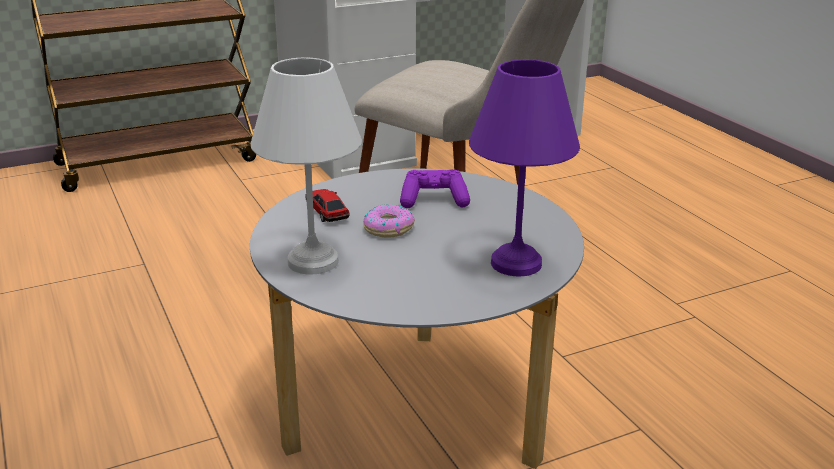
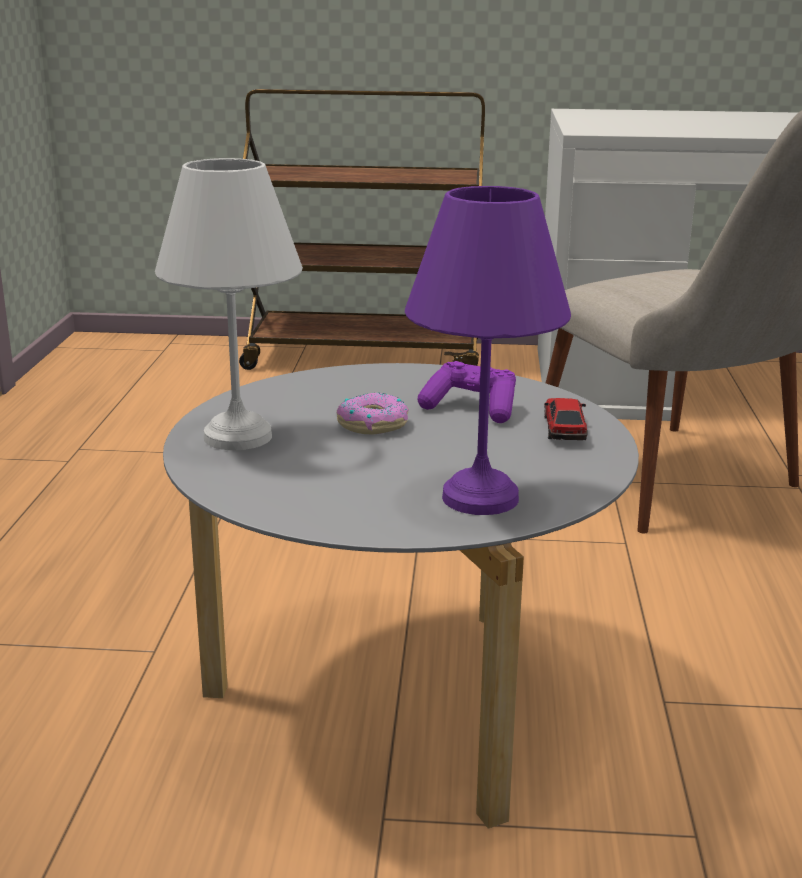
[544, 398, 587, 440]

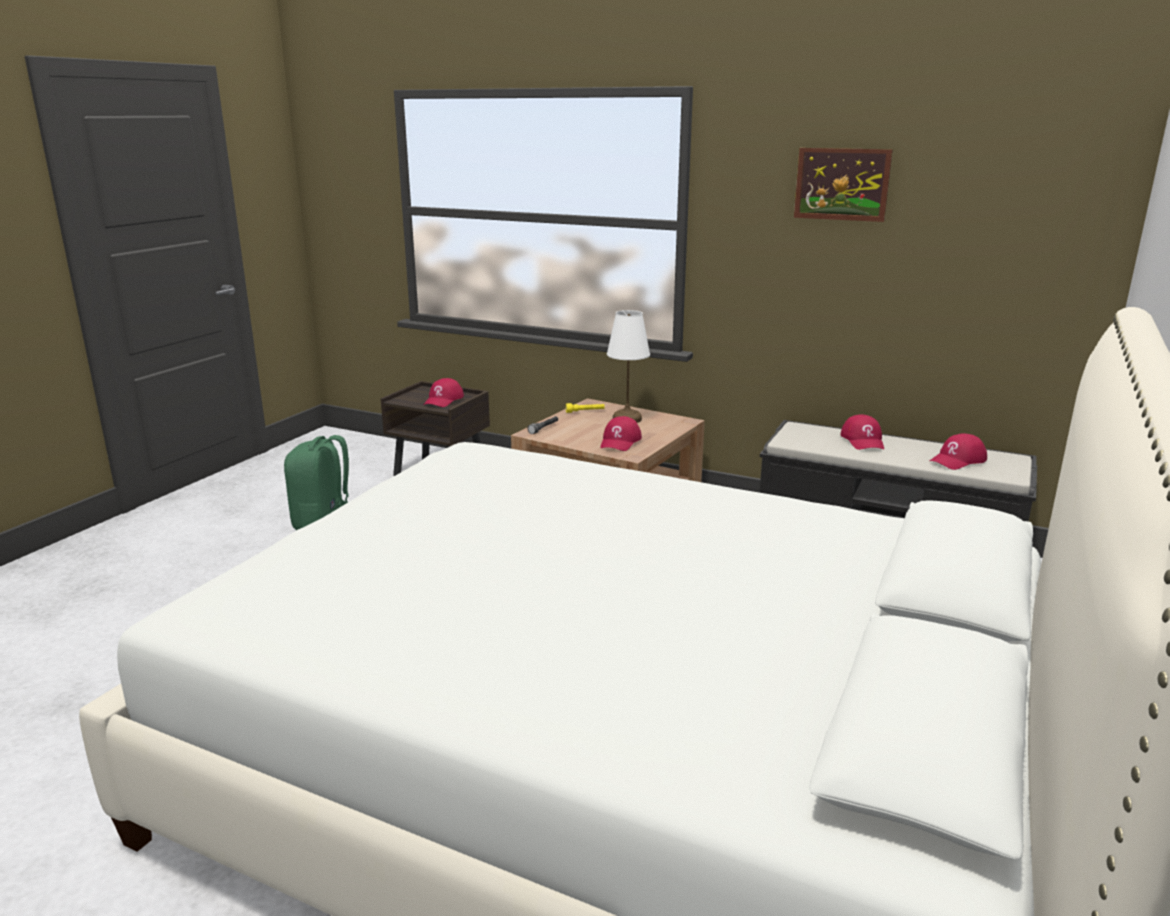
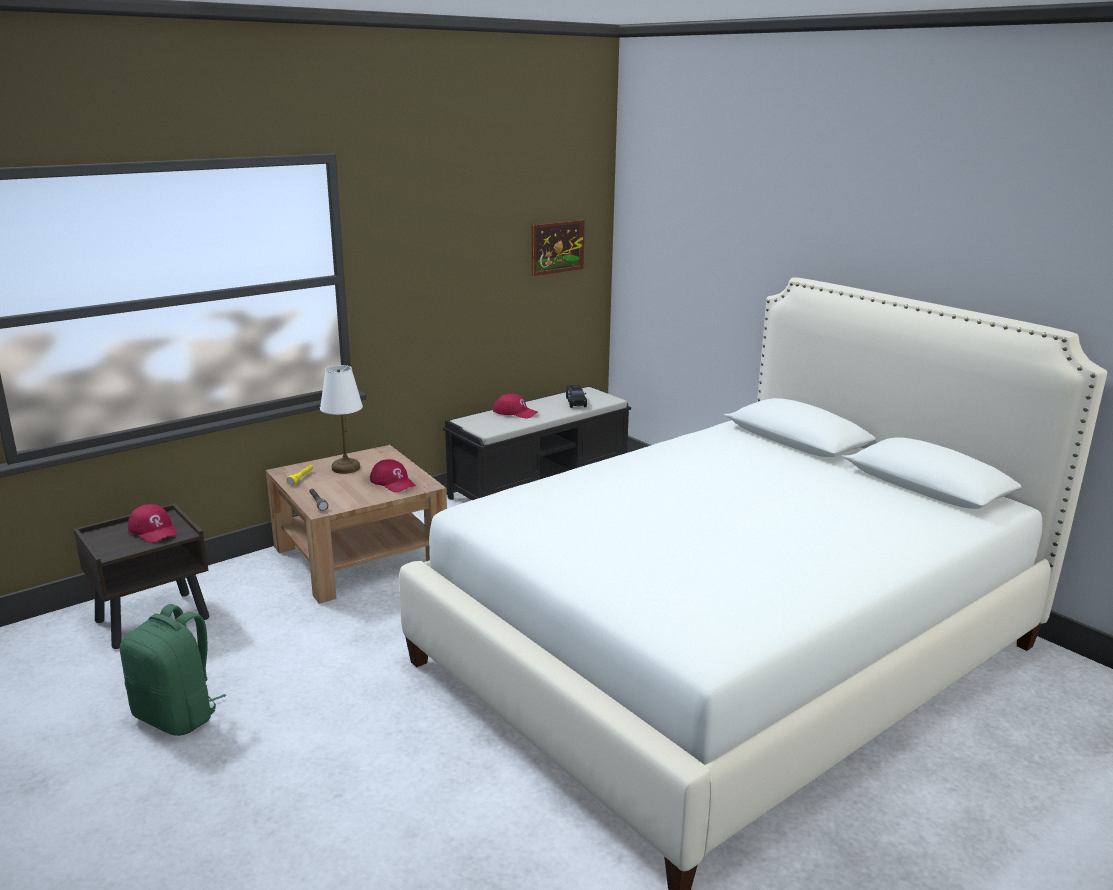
[532, 220, 585, 276]
[566, 385, 587, 408]

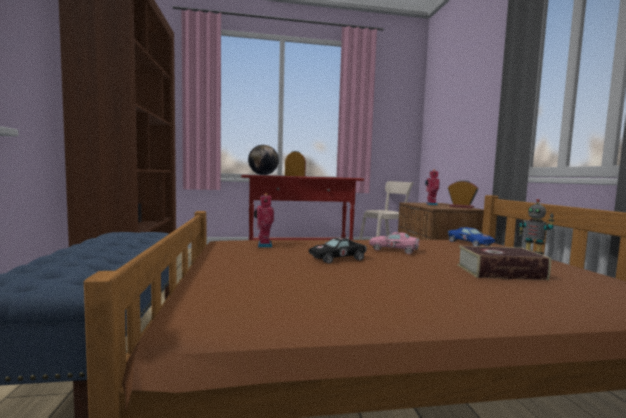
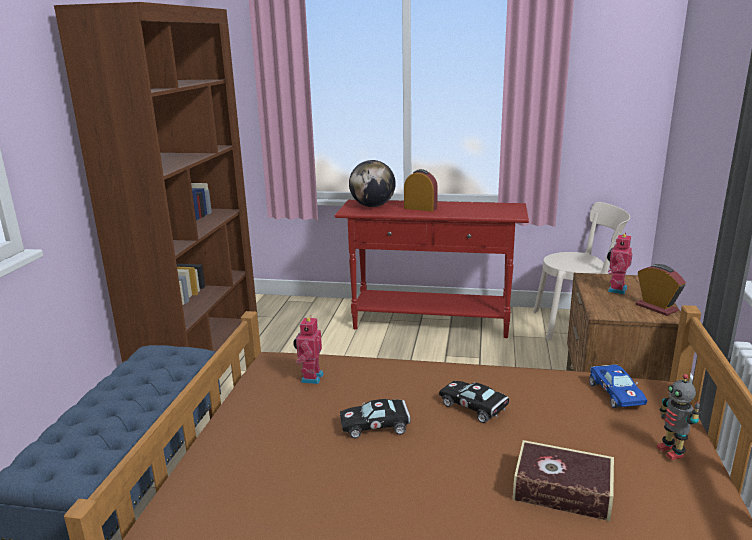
[439, 381, 509, 423]

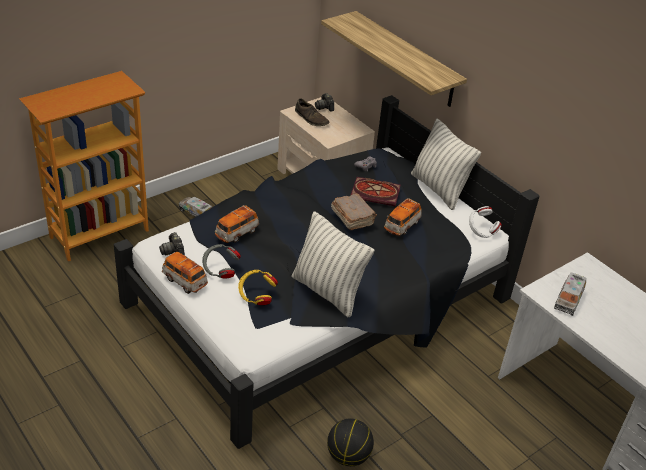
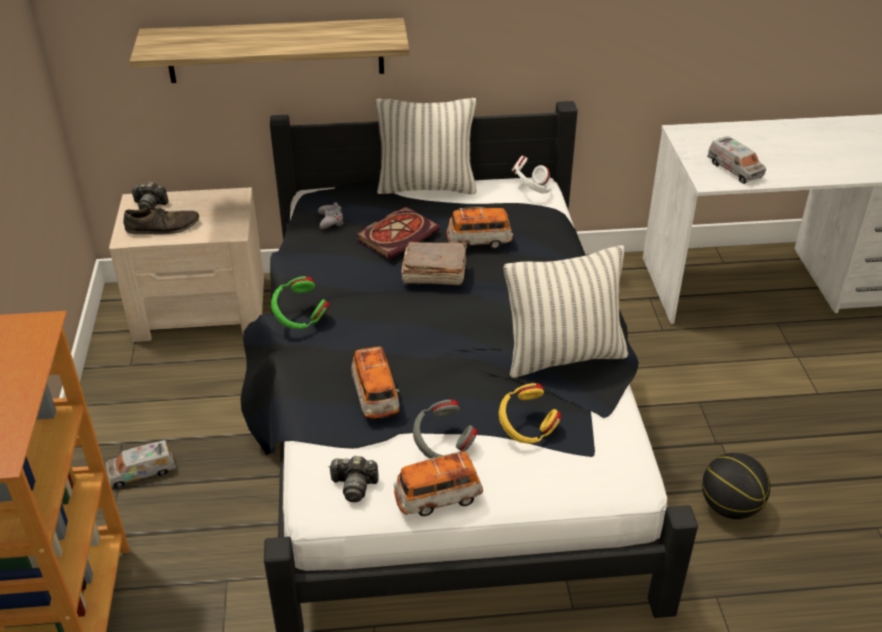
[446, 207, 513, 251]
[271, 276, 329, 329]

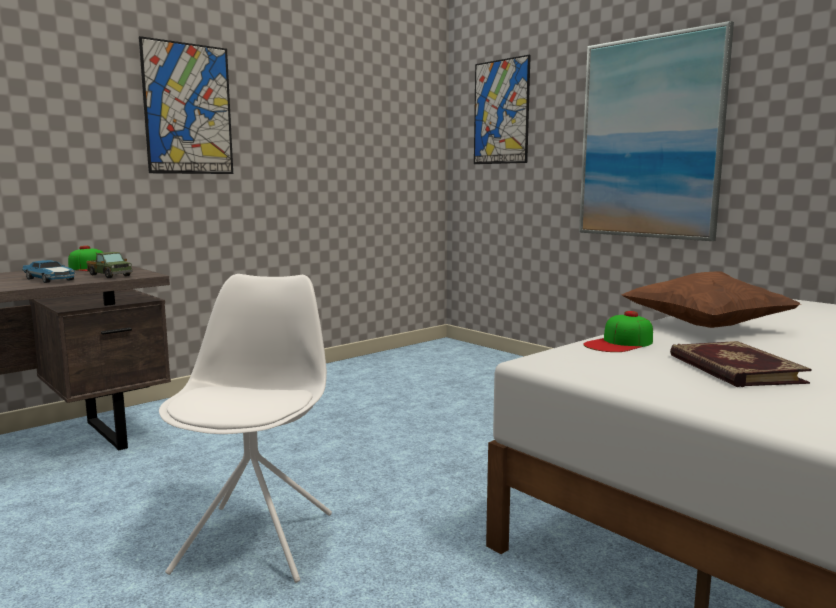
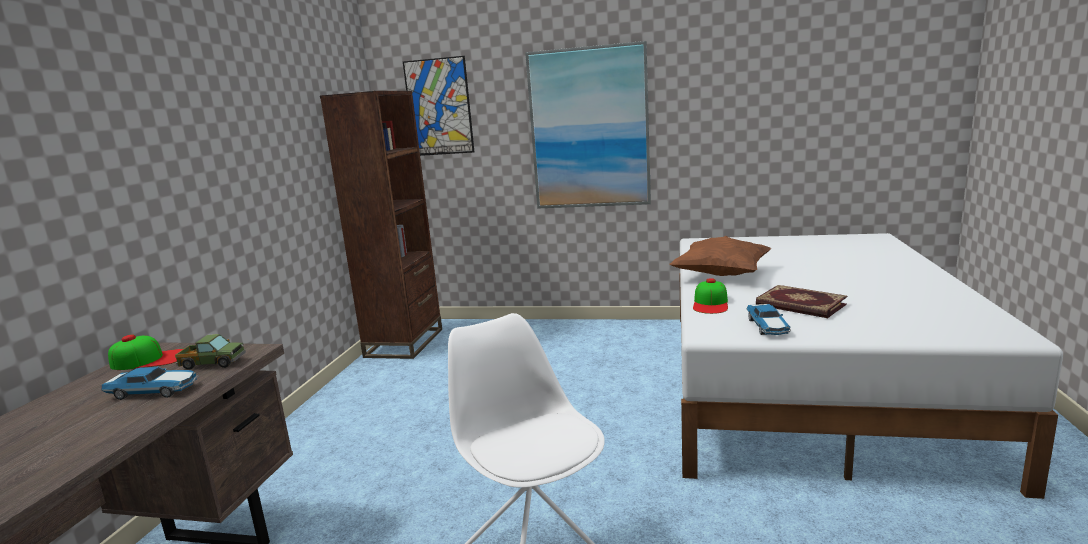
[139, 36, 233, 174] (first image)
[320, 91, 442, 359]
[747, 304, 791, 335]

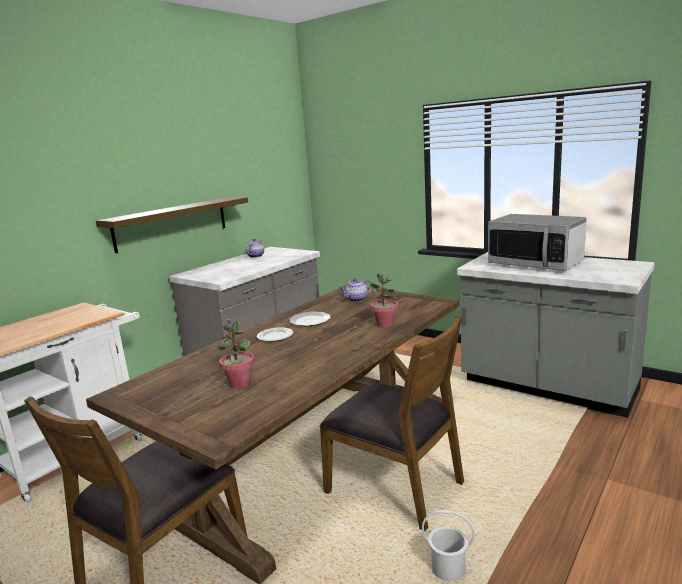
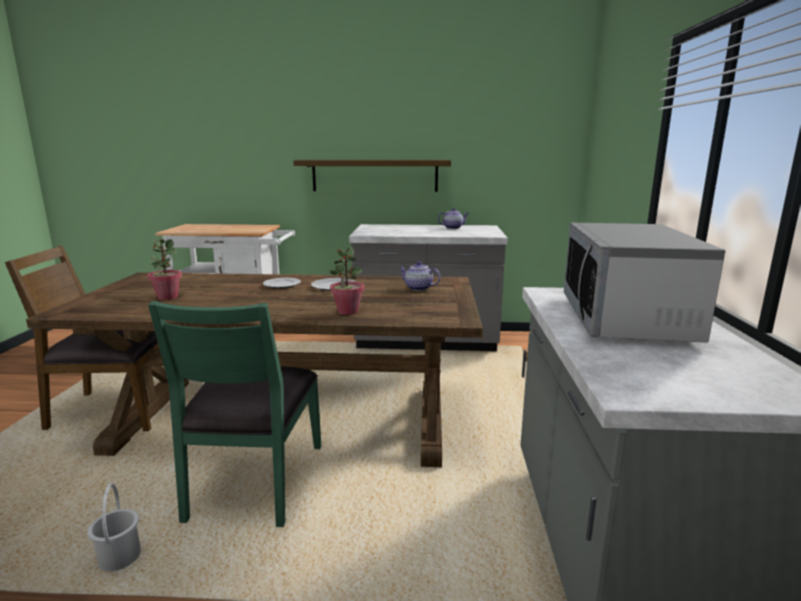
[148, 301, 321, 527]

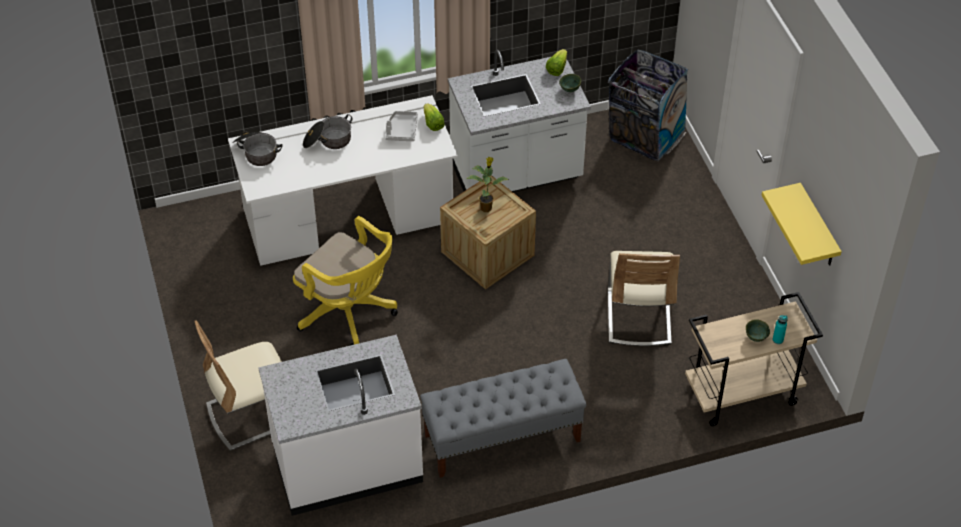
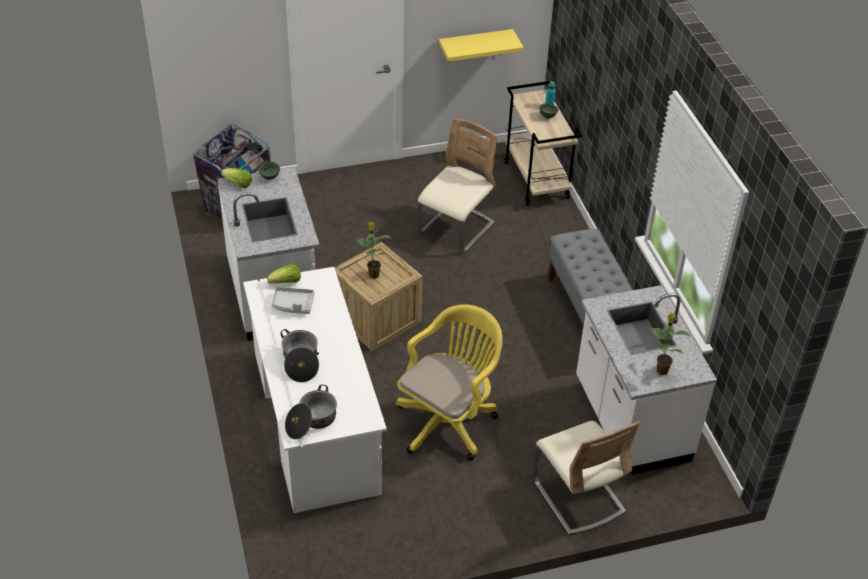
[418, 118, 497, 252]
[651, 313, 691, 375]

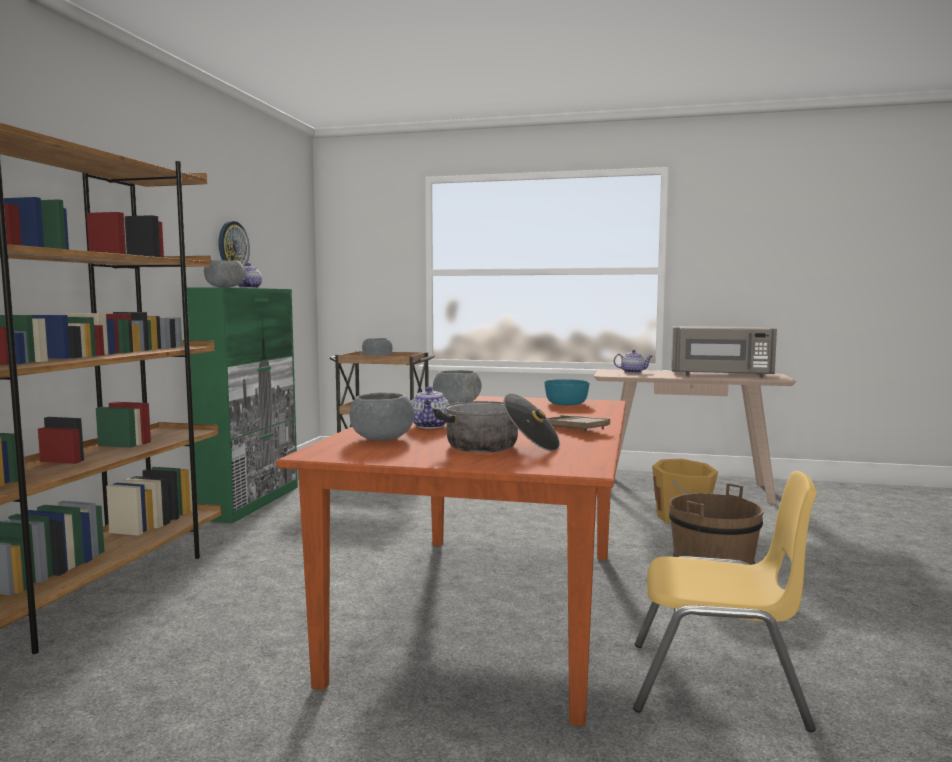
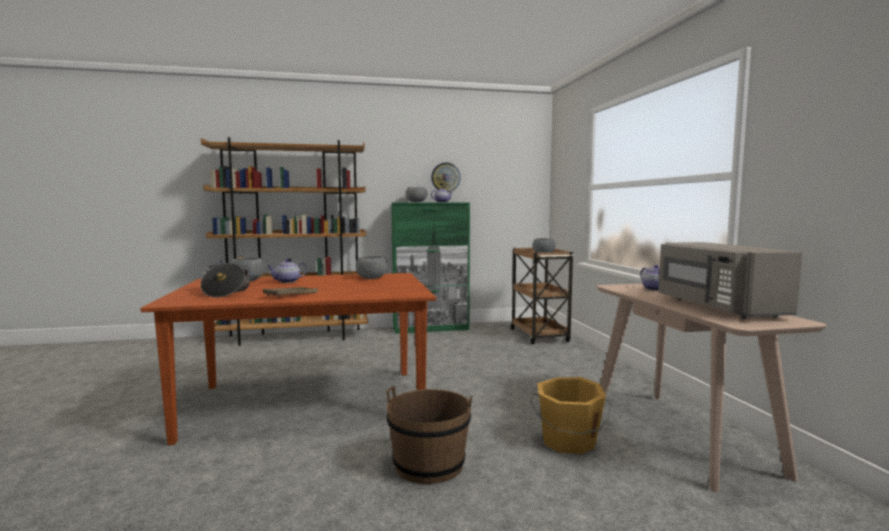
[545, 379, 589, 405] (first image)
[633, 471, 817, 732] (first image)

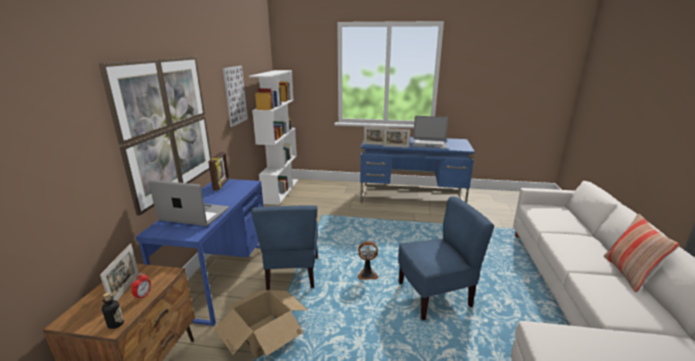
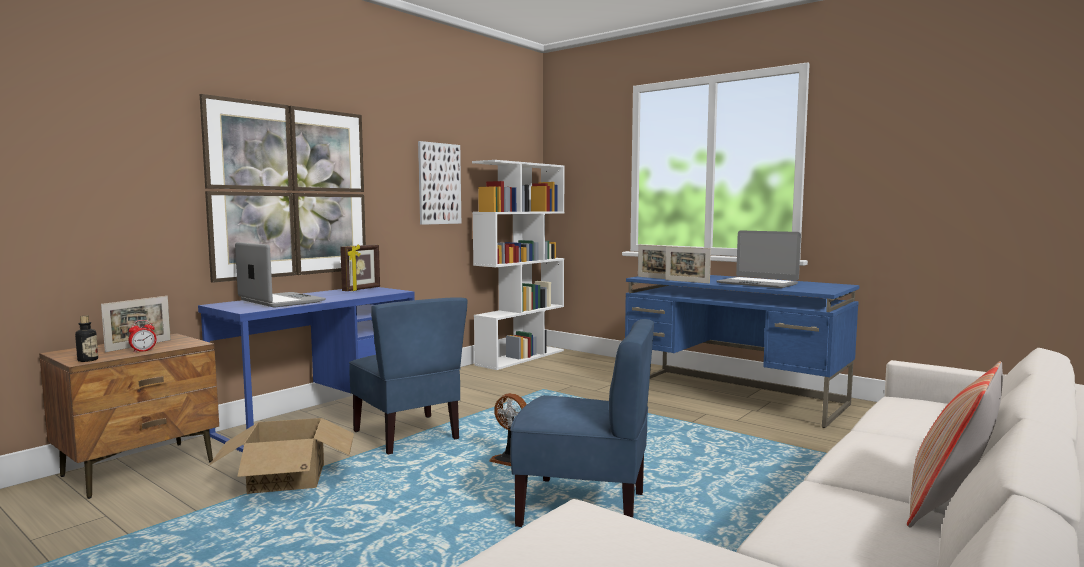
[349, 297, 468, 454]

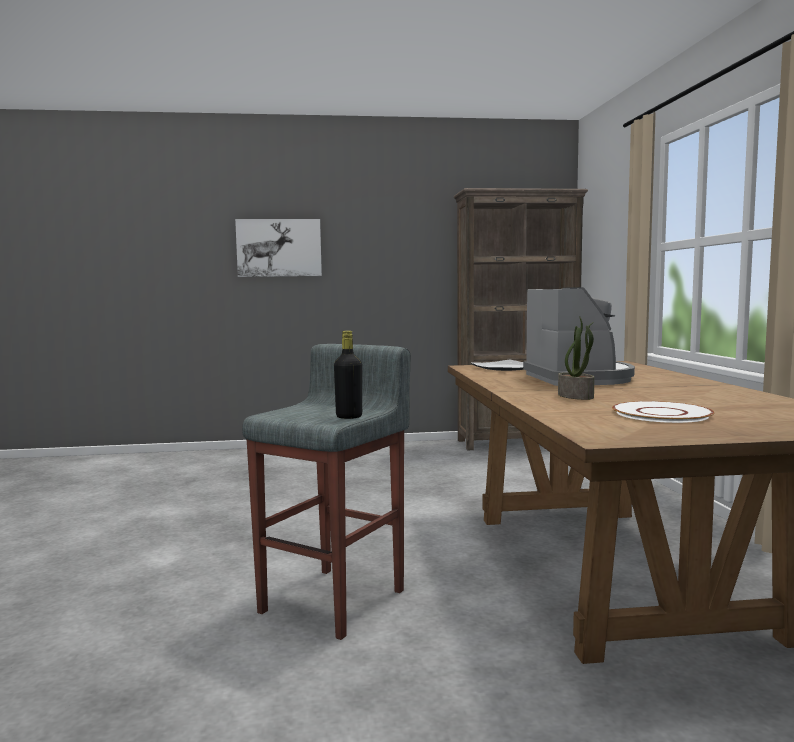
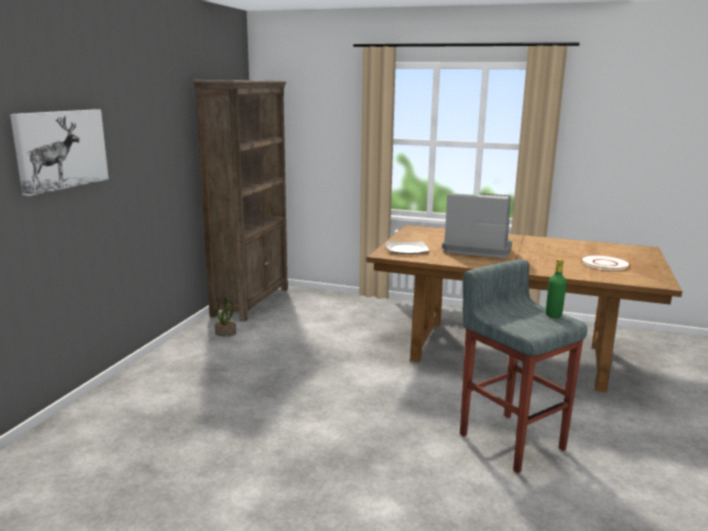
[215, 297, 236, 336]
[546, 259, 567, 318]

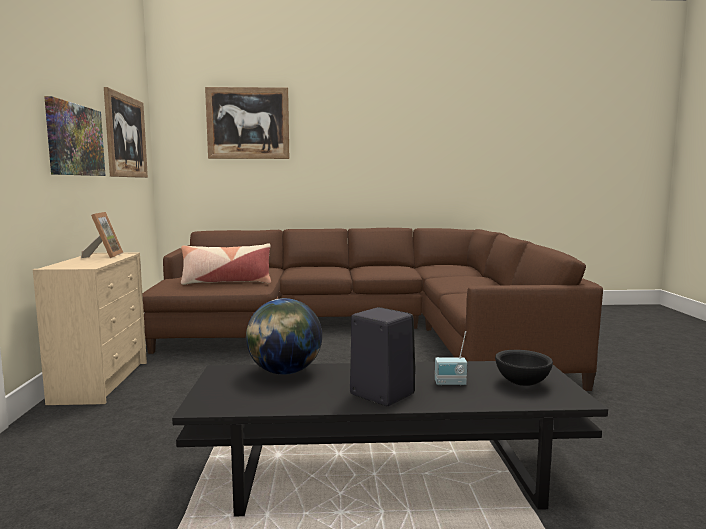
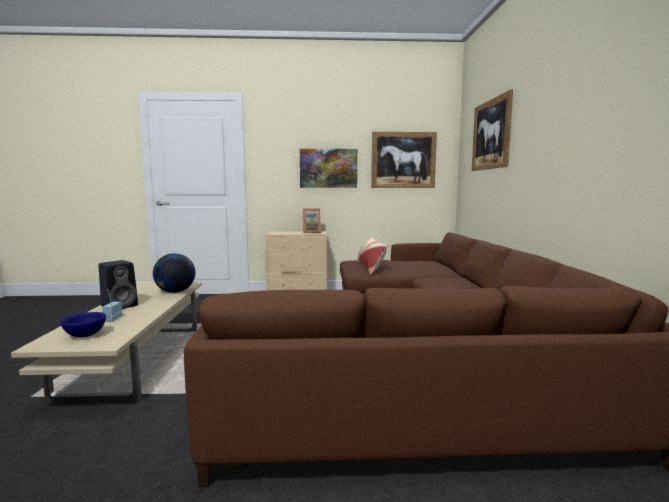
[60, 312, 106, 337]
[11, 282, 202, 402]

